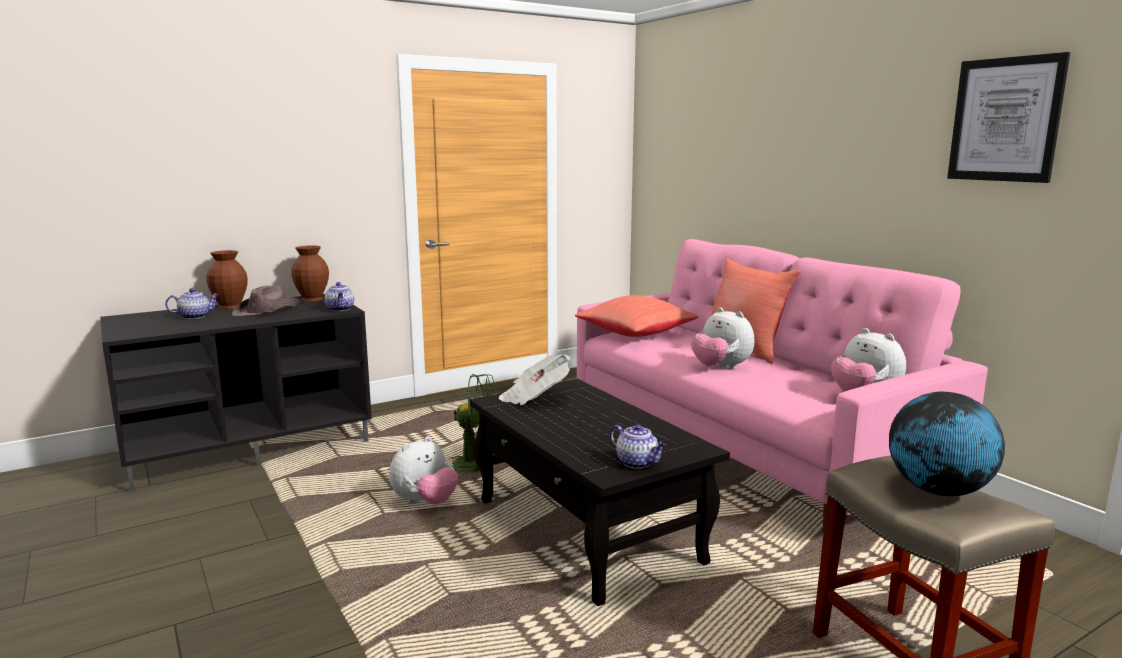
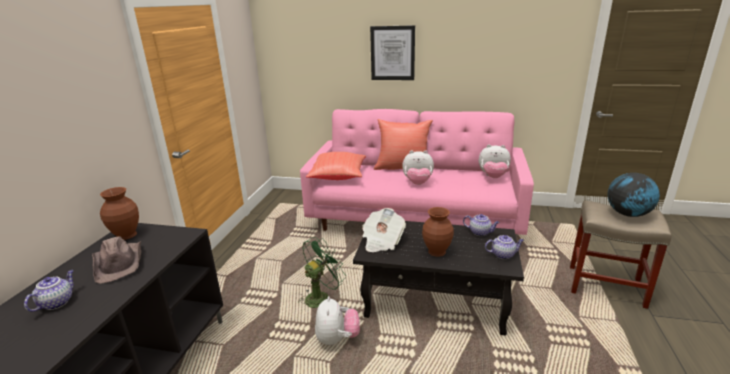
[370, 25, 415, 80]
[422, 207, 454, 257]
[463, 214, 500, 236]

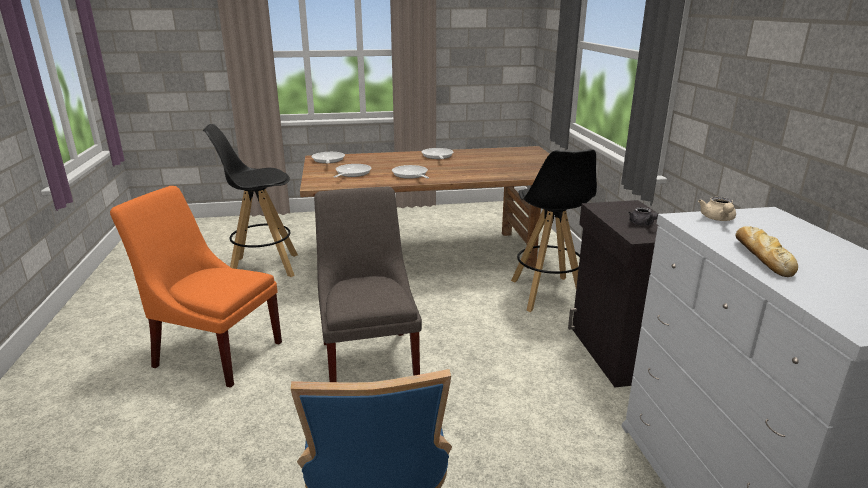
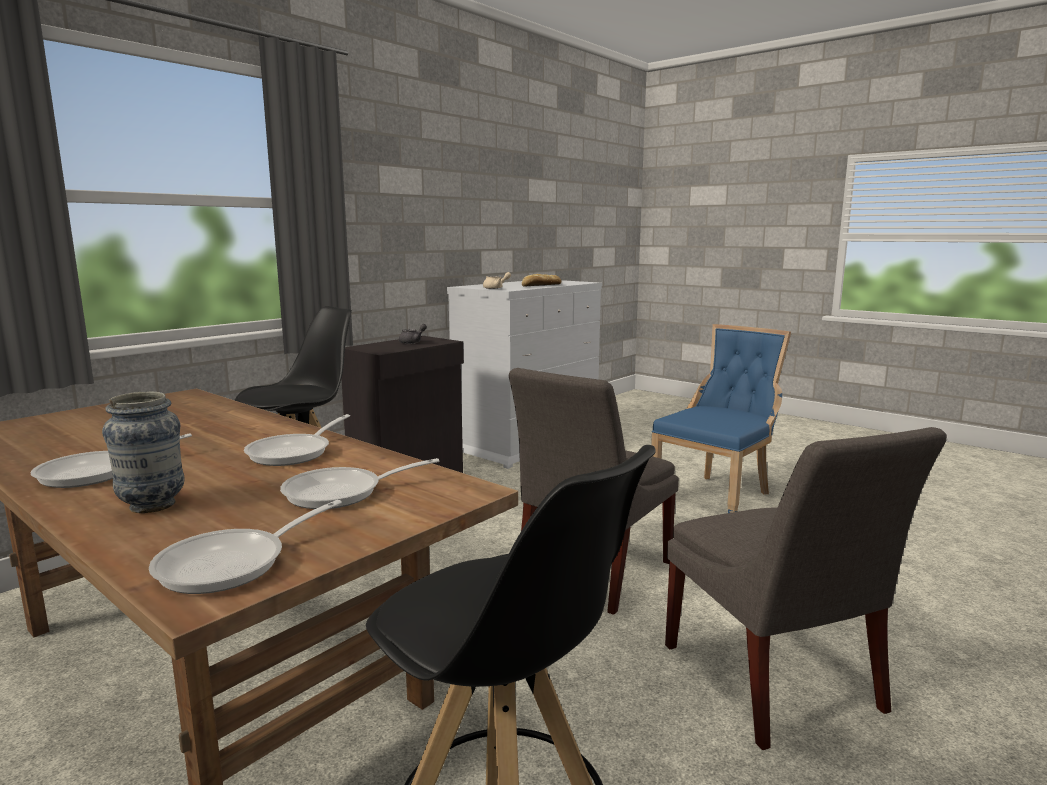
[665, 427, 947, 750]
[102, 391, 185, 513]

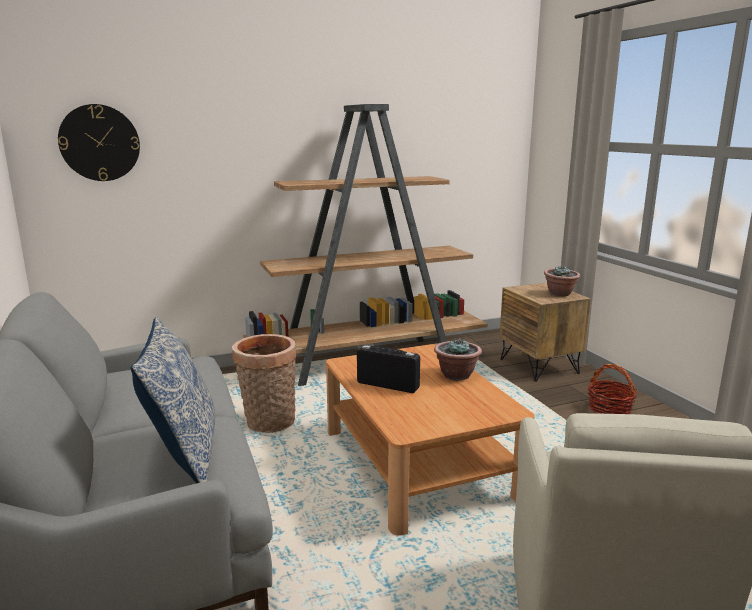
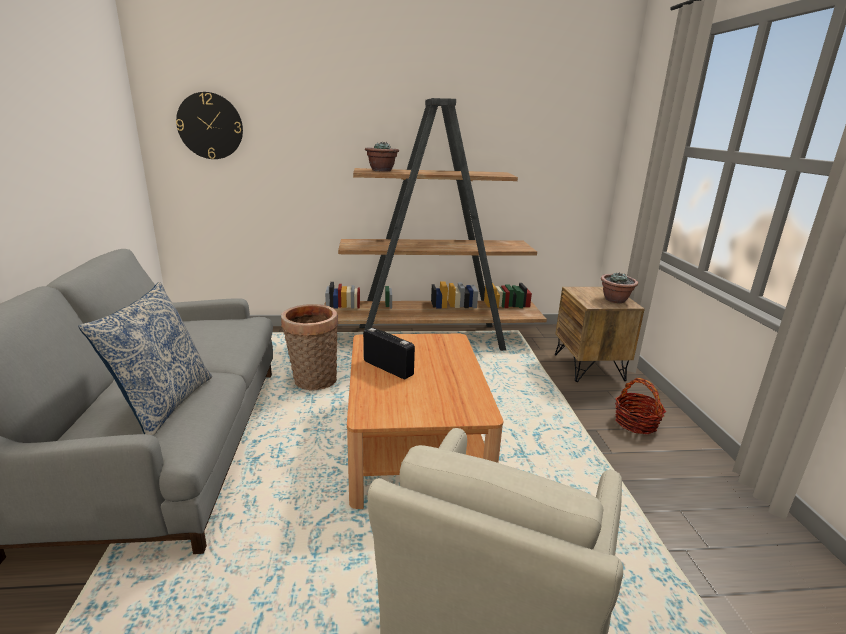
[365, 142, 399, 172]

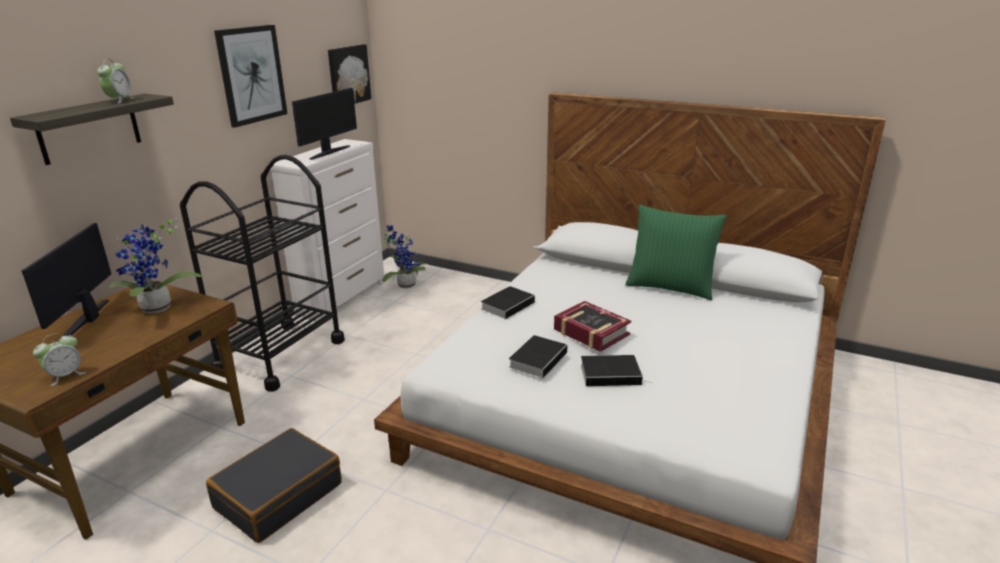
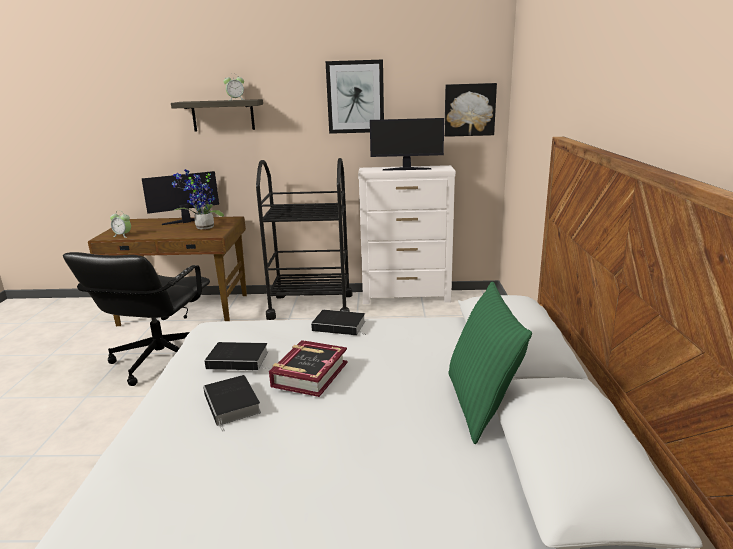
[382, 225, 429, 288] (first image)
[63, 252, 210, 386]

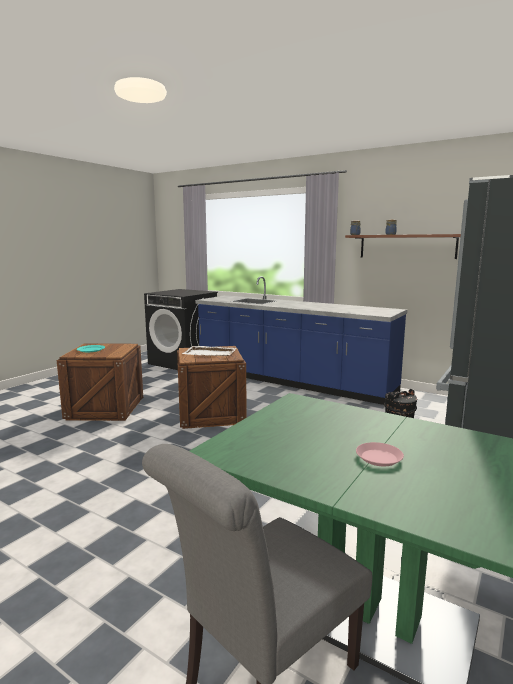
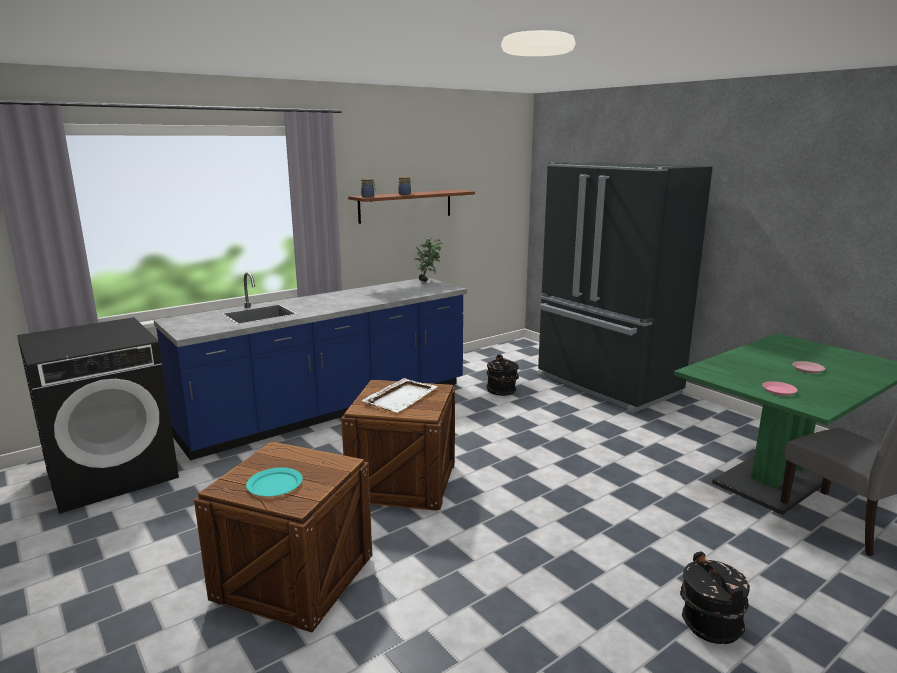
[414, 237, 443, 282]
[762, 381, 798, 396]
[680, 552, 750, 644]

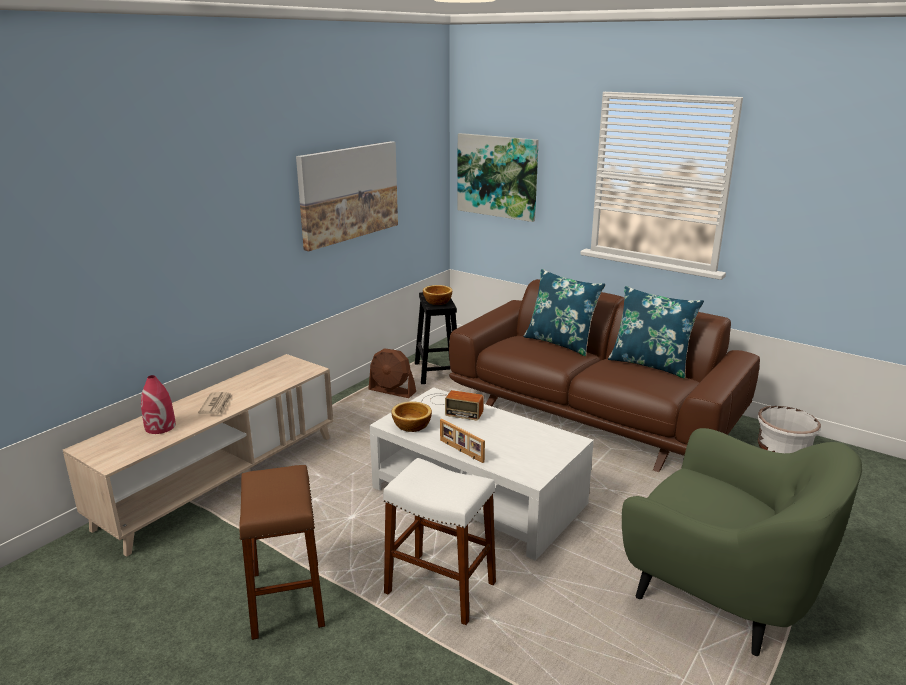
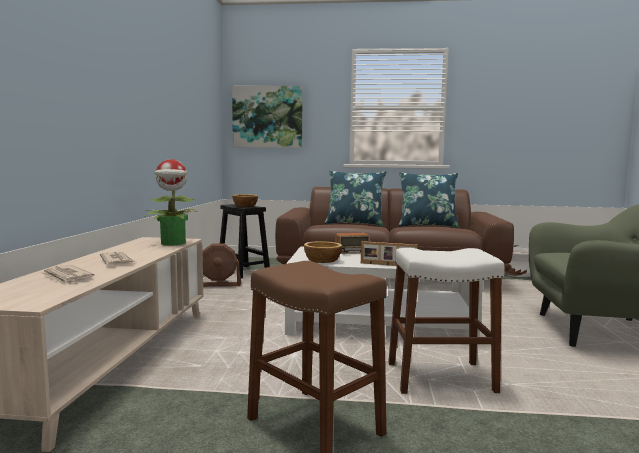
[296, 141, 398, 251] (first image)
[41, 265, 95, 285]
[144, 159, 197, 245]

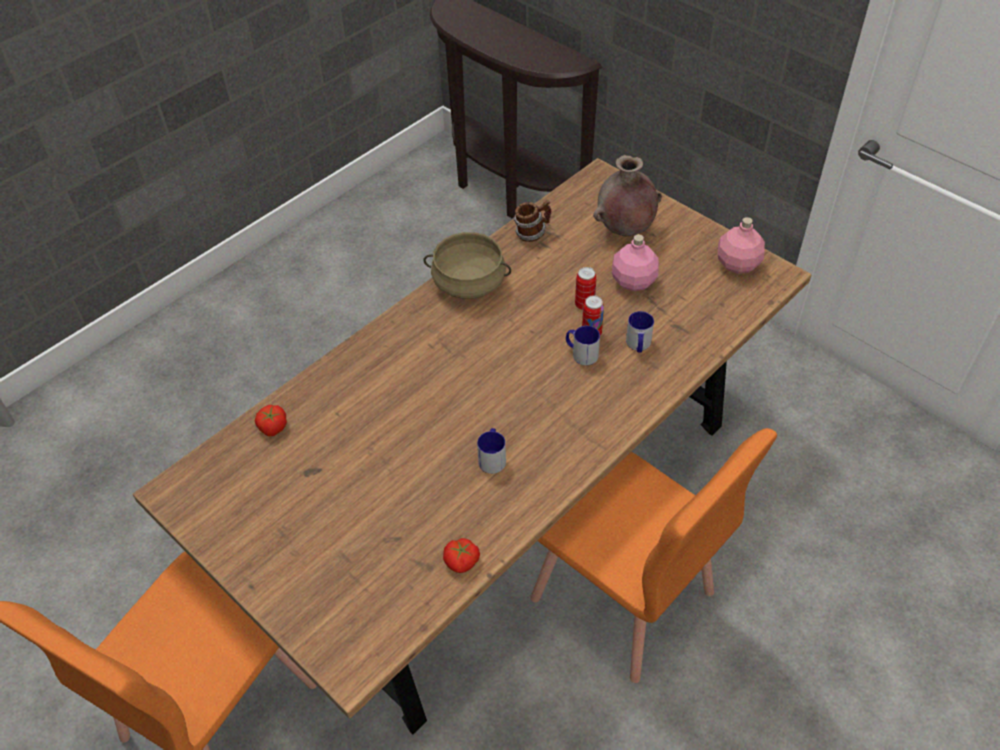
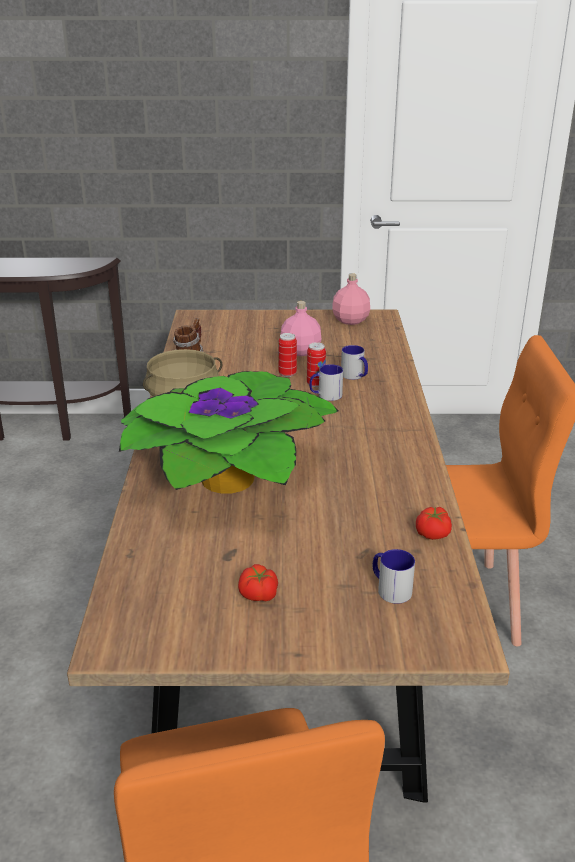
[593, 155, 662, 237] (first image)
[238, 564, 278, 601]
[373, 549, 415, 604]
[119, 371, 338, 494]

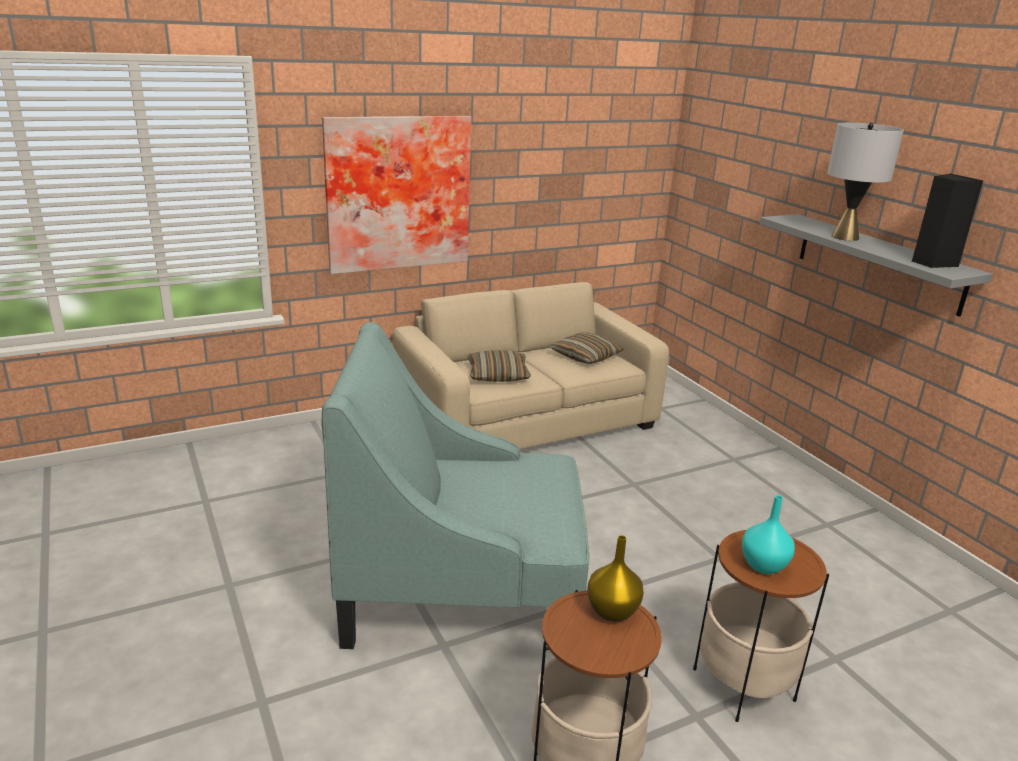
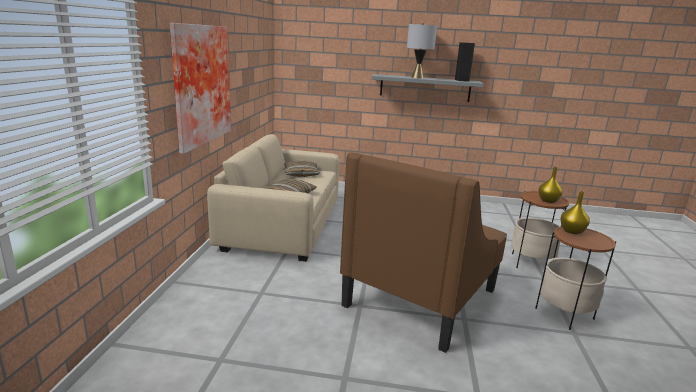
[340, 153, 507, 353]
[539, 167, 562, 203]

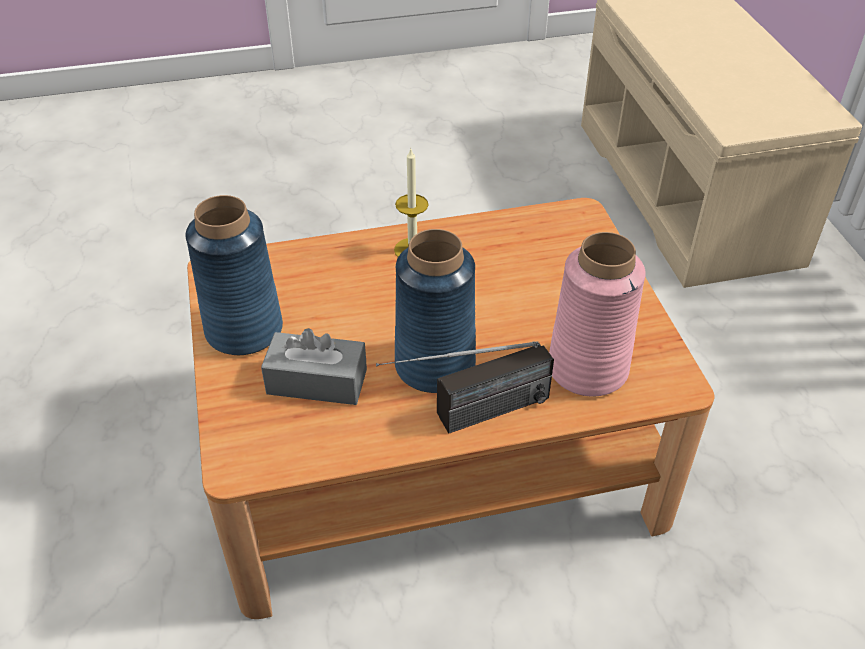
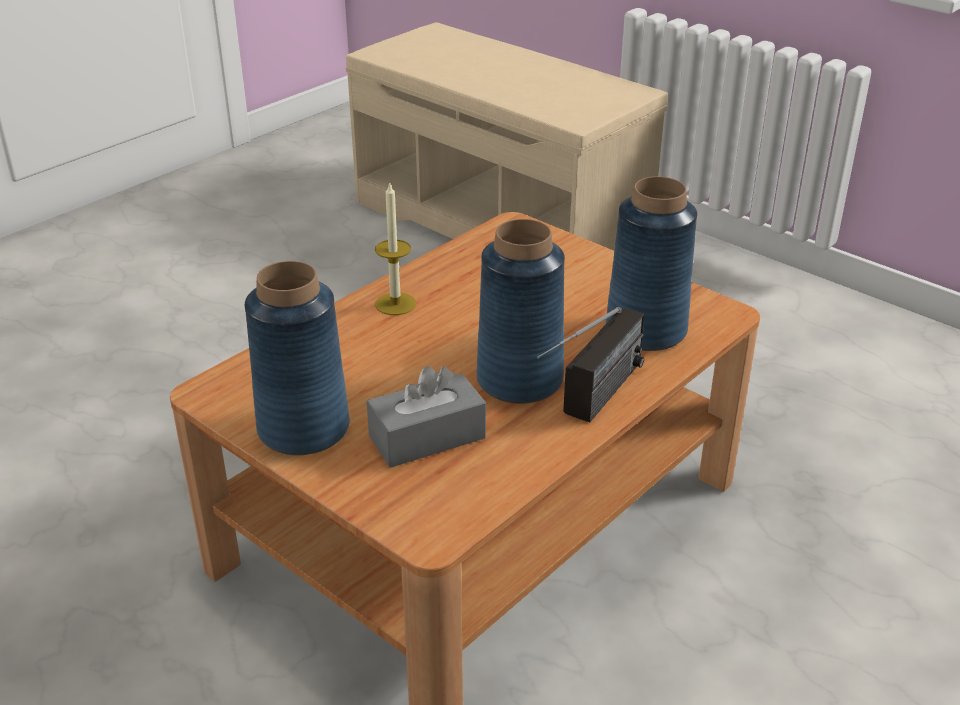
[606, 176, 697, 351]

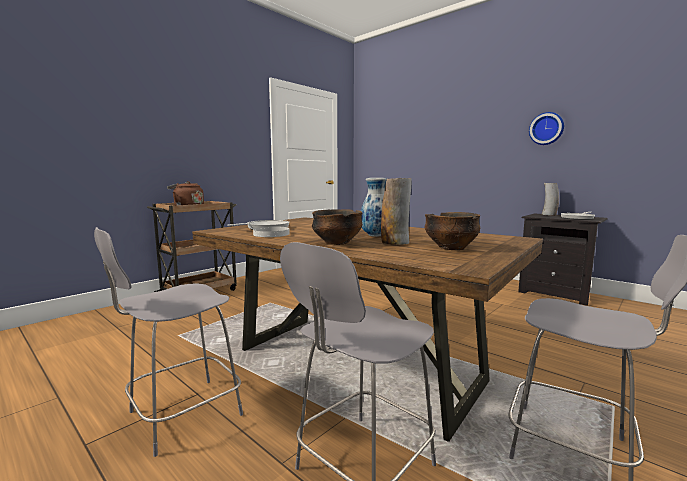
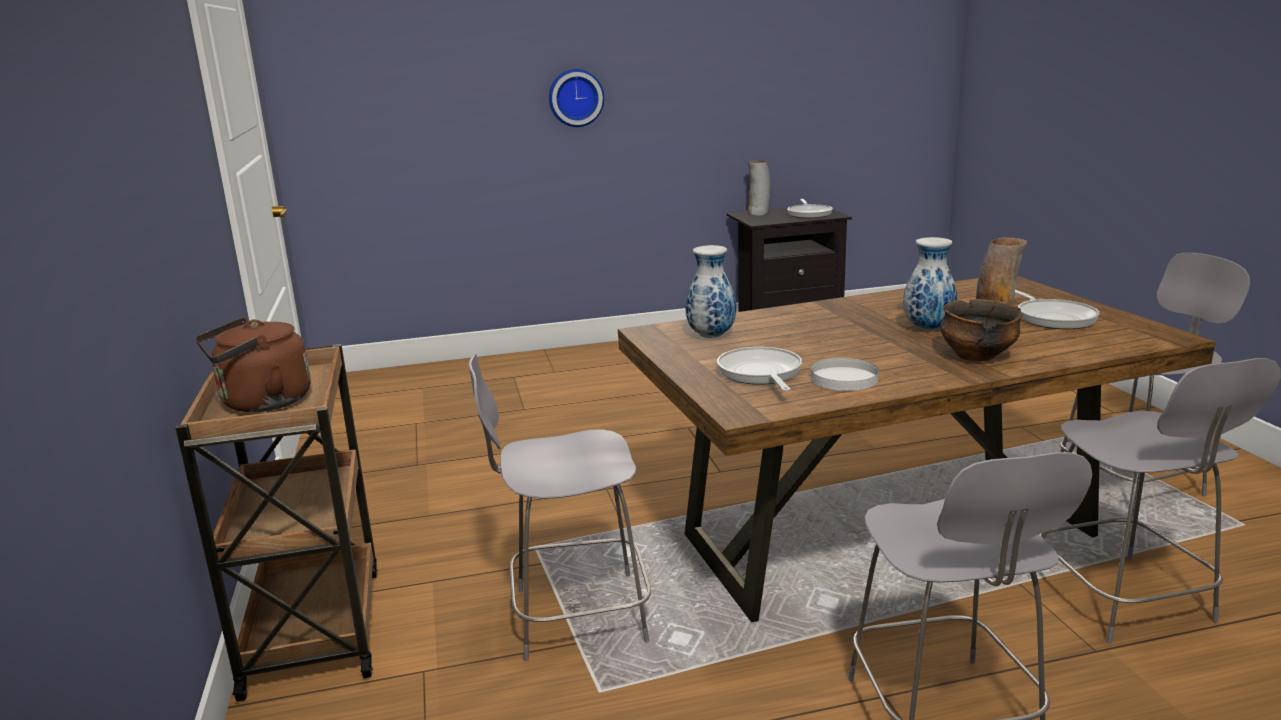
[549, 69, 604, 127]
[1015, 290, 1099, 329]
[686, 245, 736, 338]
[469, 354, 651, 661]

